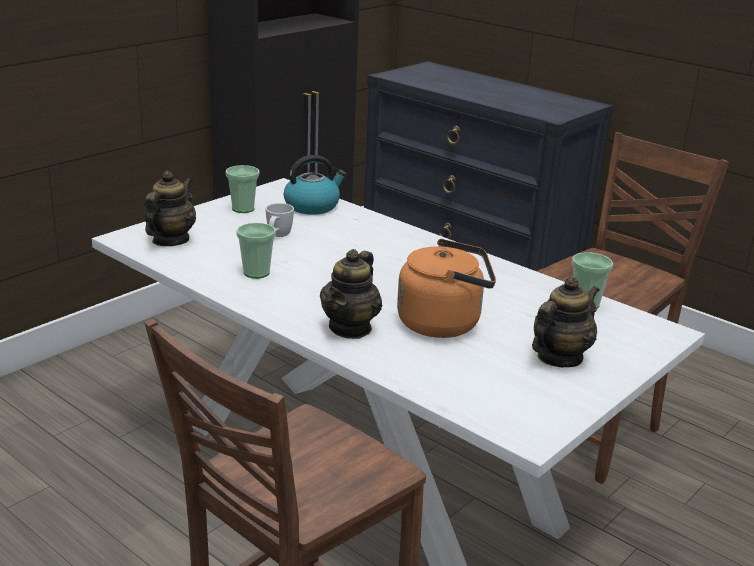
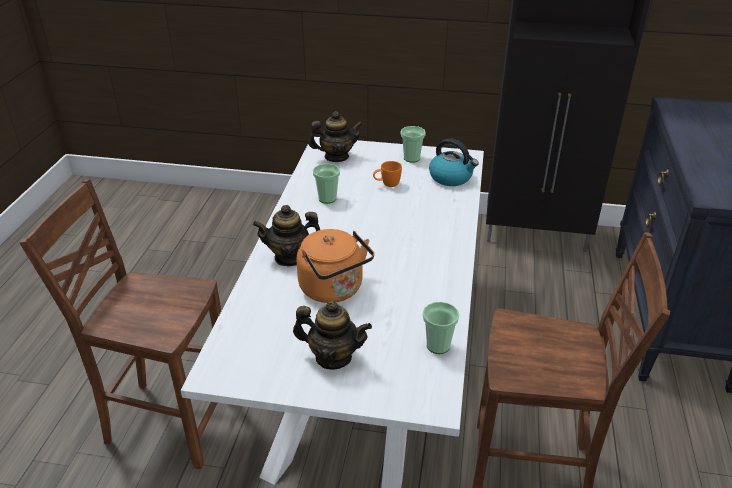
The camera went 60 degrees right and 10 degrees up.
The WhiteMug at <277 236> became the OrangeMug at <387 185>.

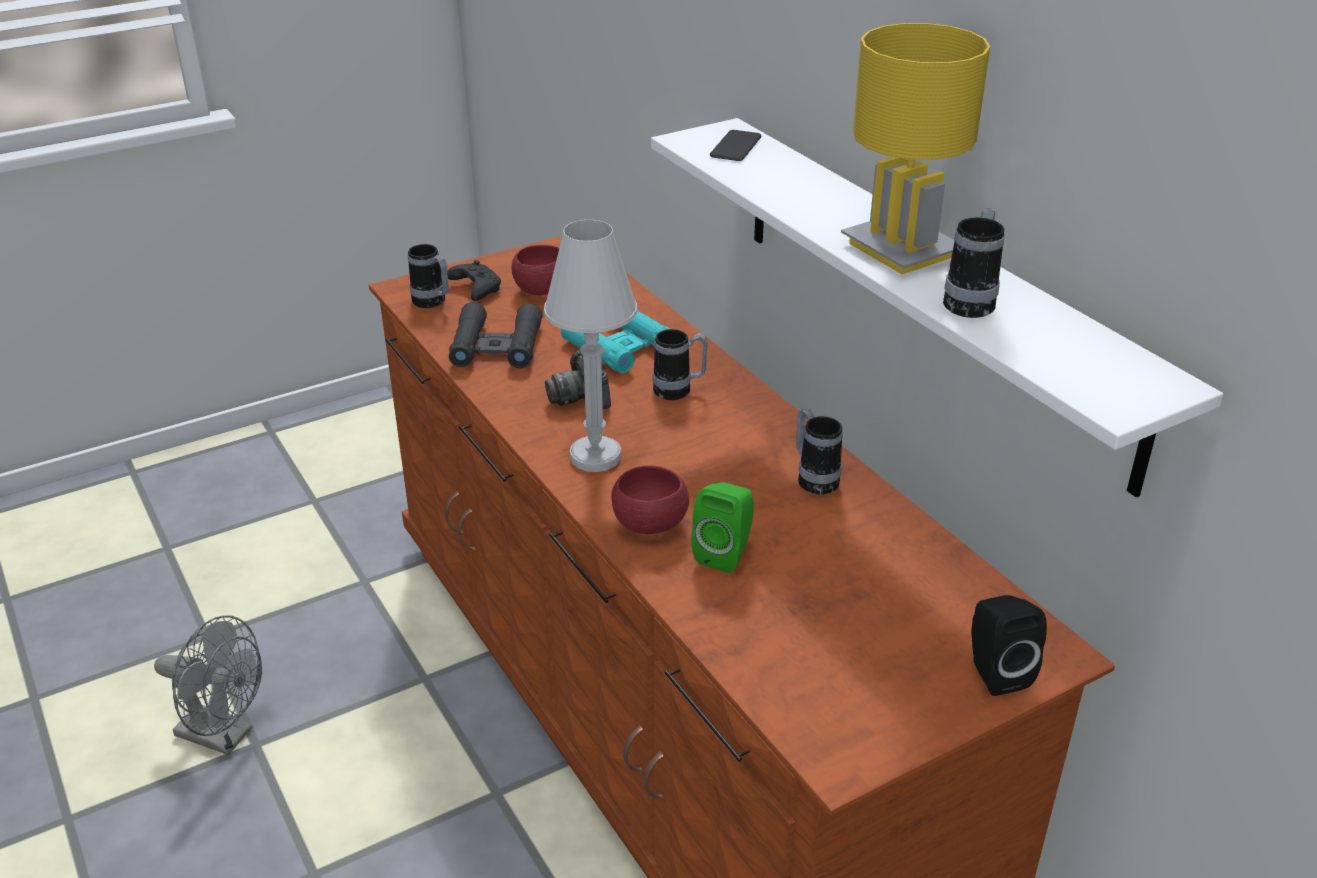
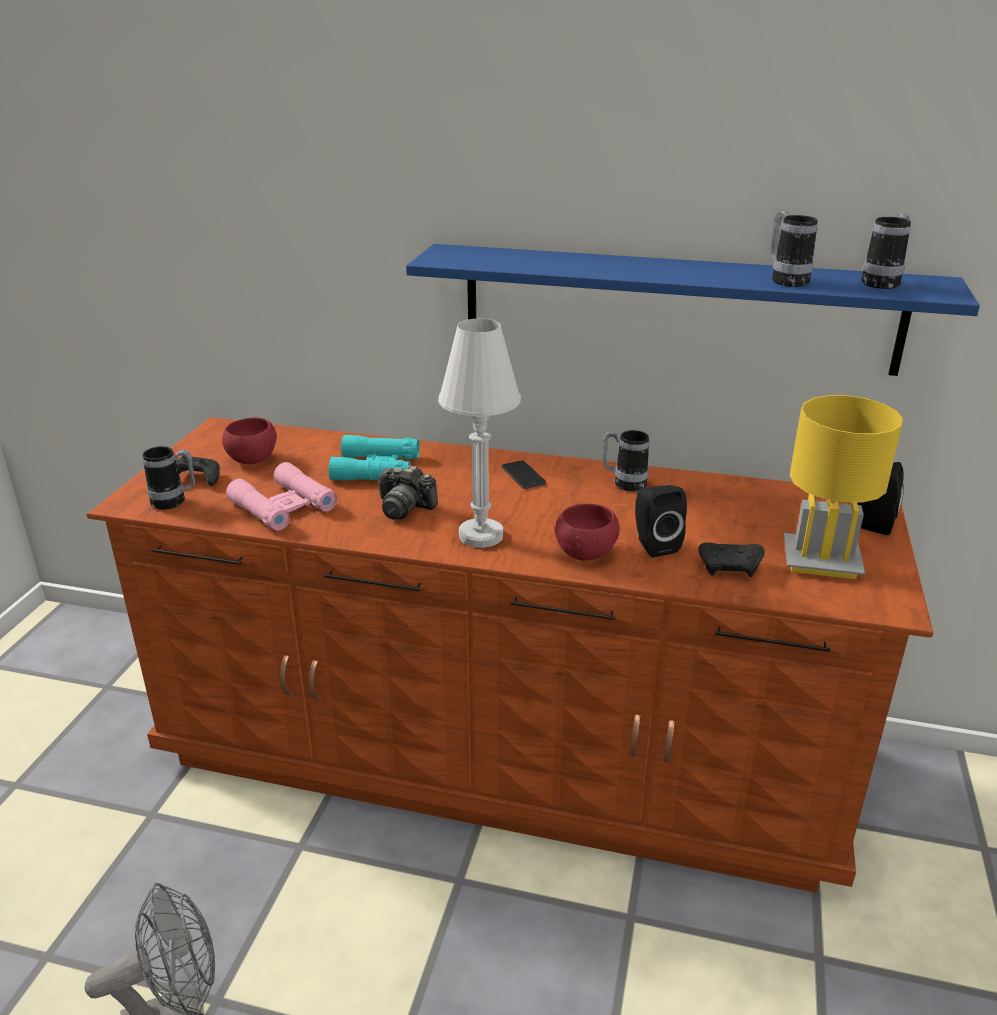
The camera went 45 degrees left and 5 degrees down.
The BlackBinoculars at <496 346> became the PinkBinoculars at <283 506>.
The WhiteShelf at <926 289> became the BlueShelf at <677 308>.
The Phone moved from <735 147> to <523 475>.
The GreenSpeaker at <725 553> became the BlackSpeaker at <653 544>.
The BlackGameController at <731 567> appeared.
The YellowTableLamp moved from <901 250> to <821 561>.
The Mug moved from <679 391> to <883 282>.

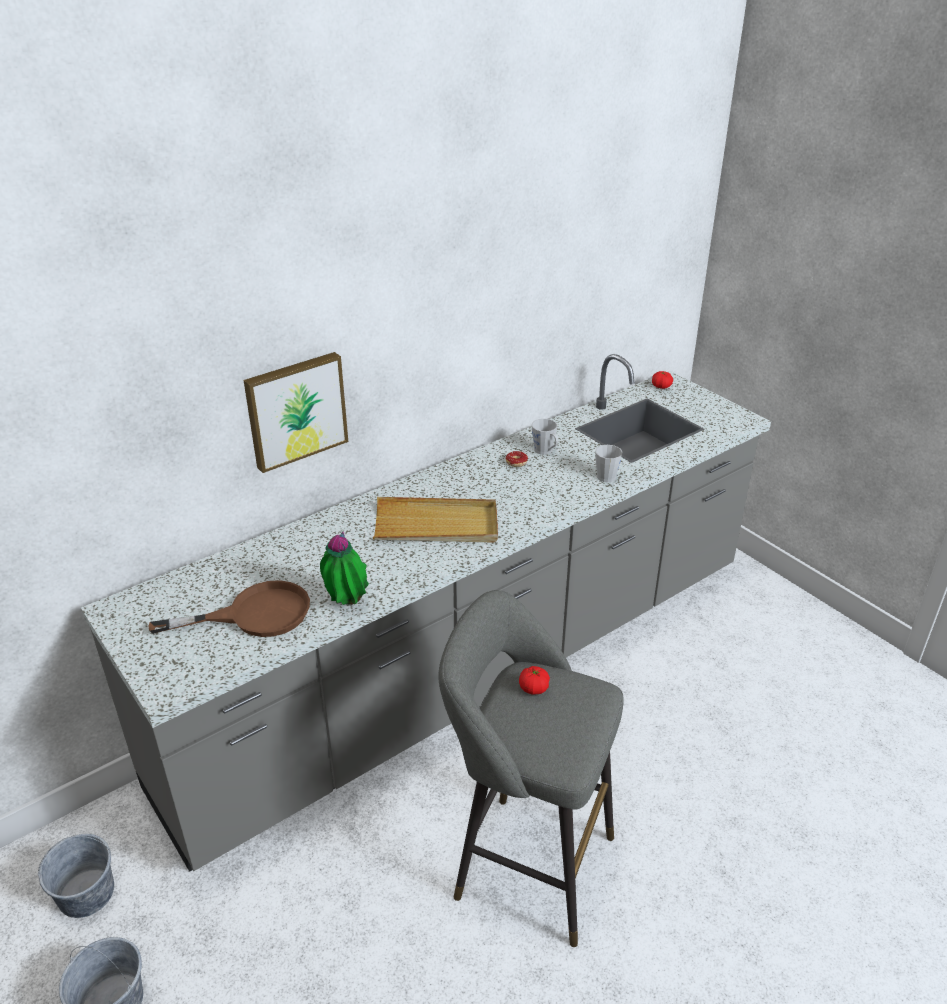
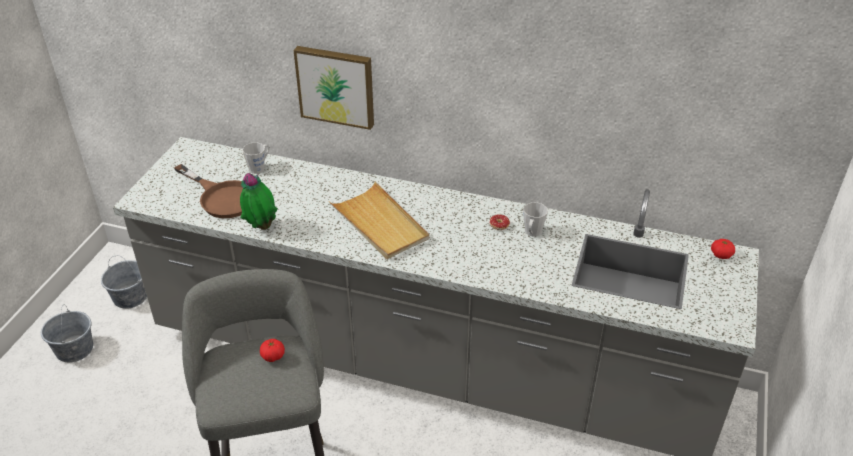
The camera went 55 degrees right and 5 degrees up.
The GreyMug moved from <605 474> to <259 167>.

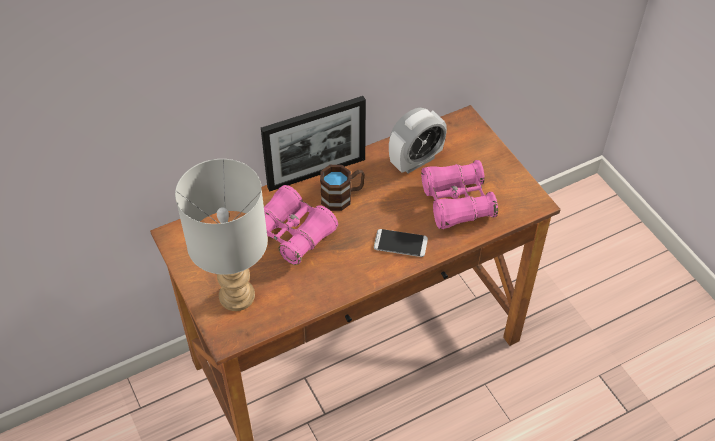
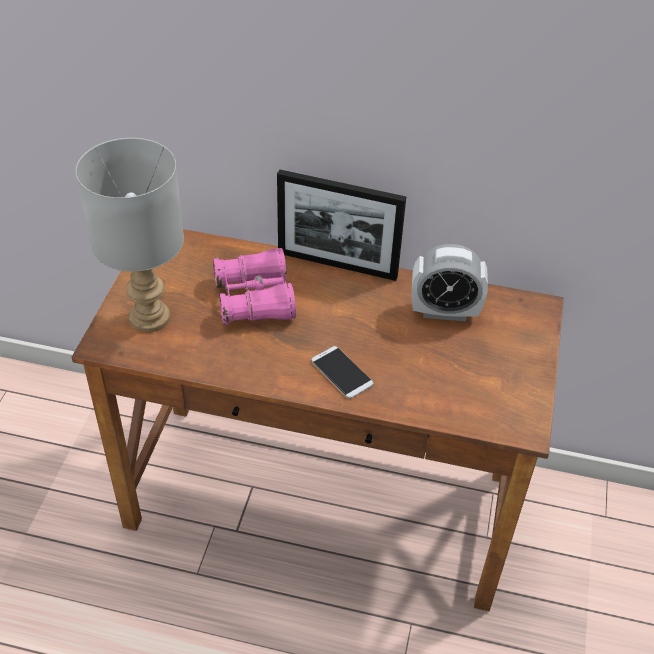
The camera went 40 degrees right and 5 degrees down.
The BrownMug at <342 197> disappeared.
The PinkBinoculars at <457 202> disappeared.

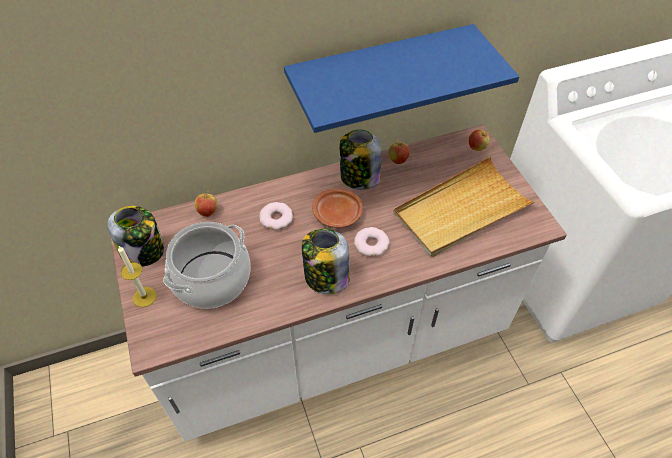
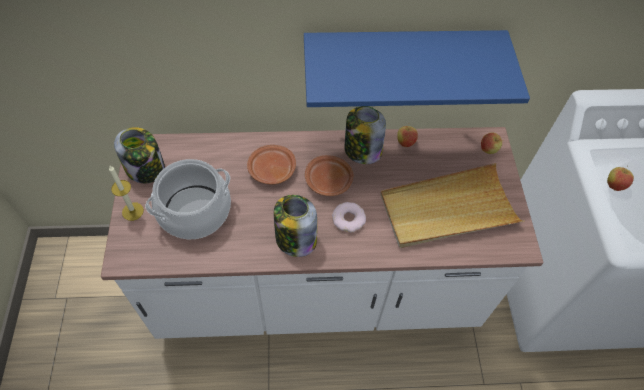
The camera went 15 degrees right and 5 degrees up.
The Donut at <276 218> was replaced by the BrownPlate at <271 170>.
The Apple moved from <208 212> to <614 185>.

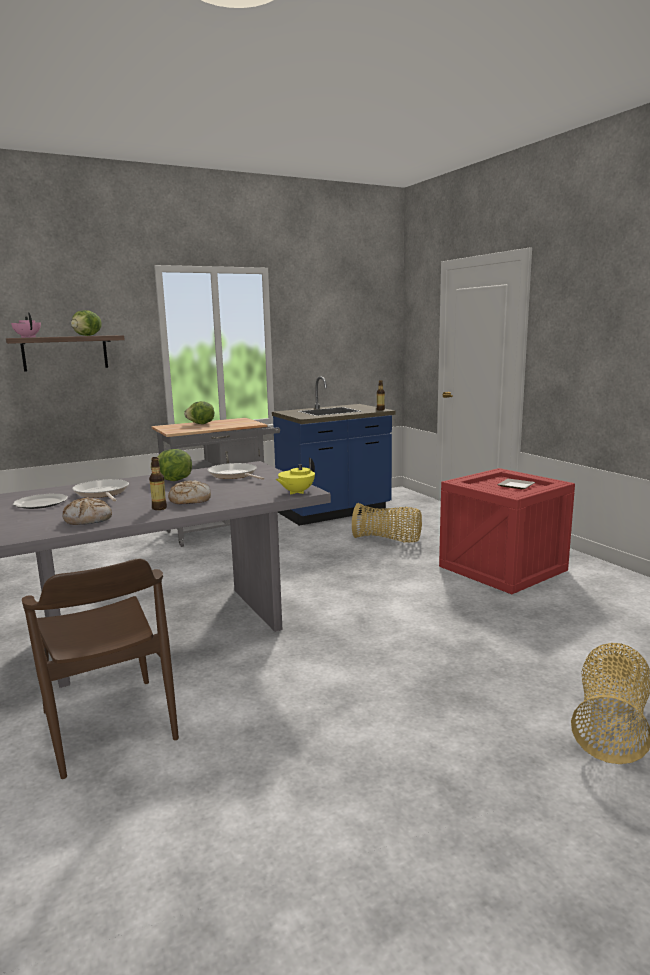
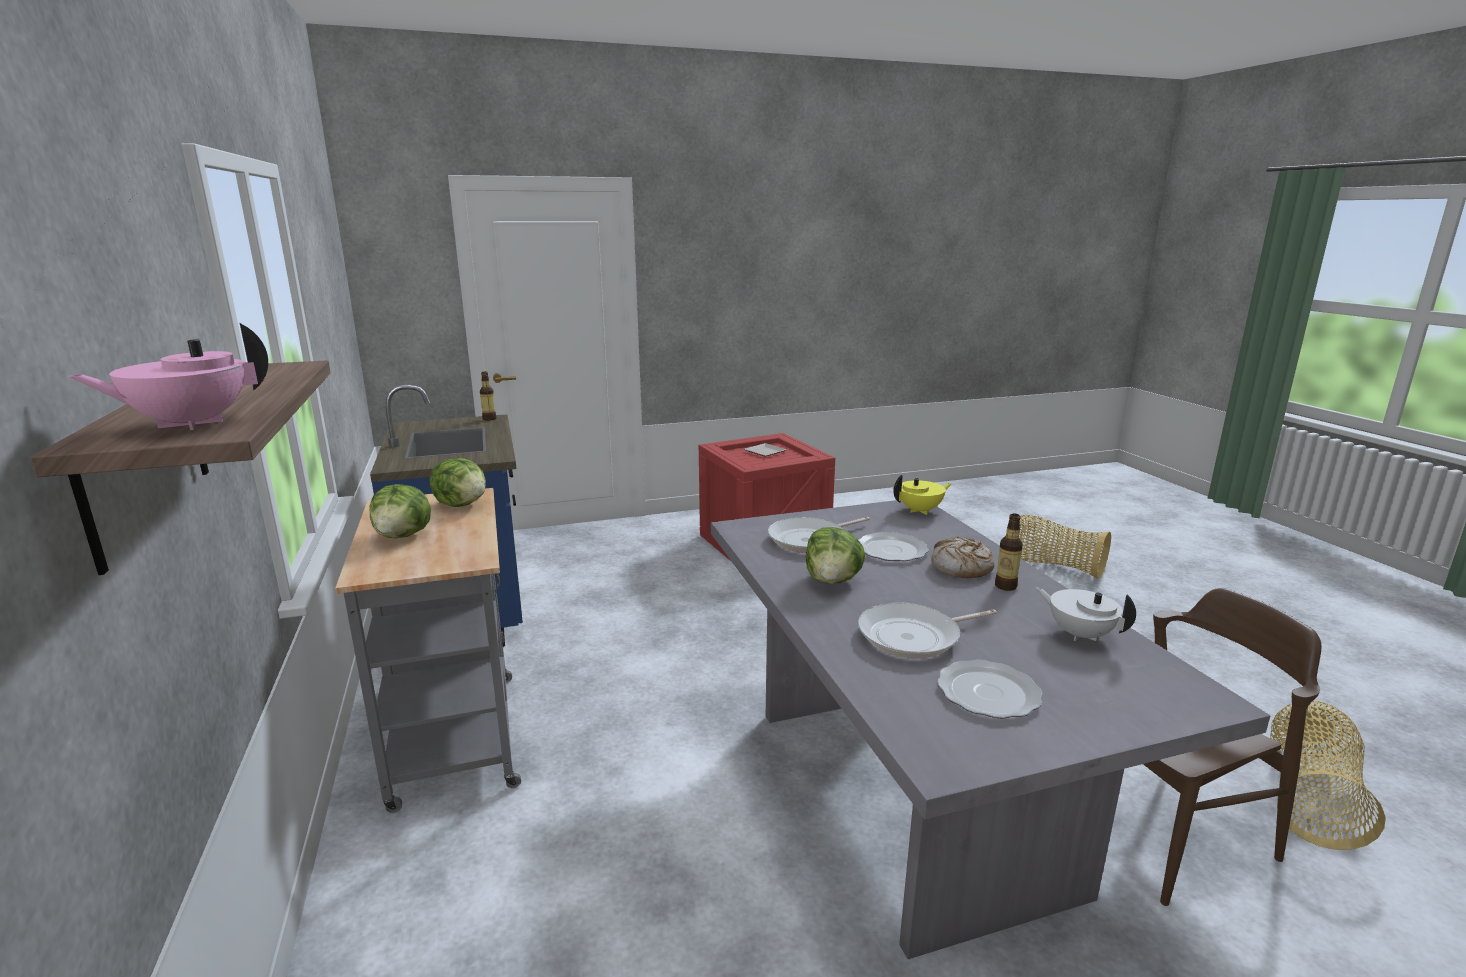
The camera went 80 degrees left and 5 degrees up.
The Lettuce moved from <87 336> to <462 504>.
The Plate at <893 550> appeared.
The YellowTeapot at <296 492> turned 75 degrees counterclockwise.
The Bread at <88 520> was replaced by the WhiteTeapot at <1079 634>.
The Basket moved from <388 540> to <1310 798>.

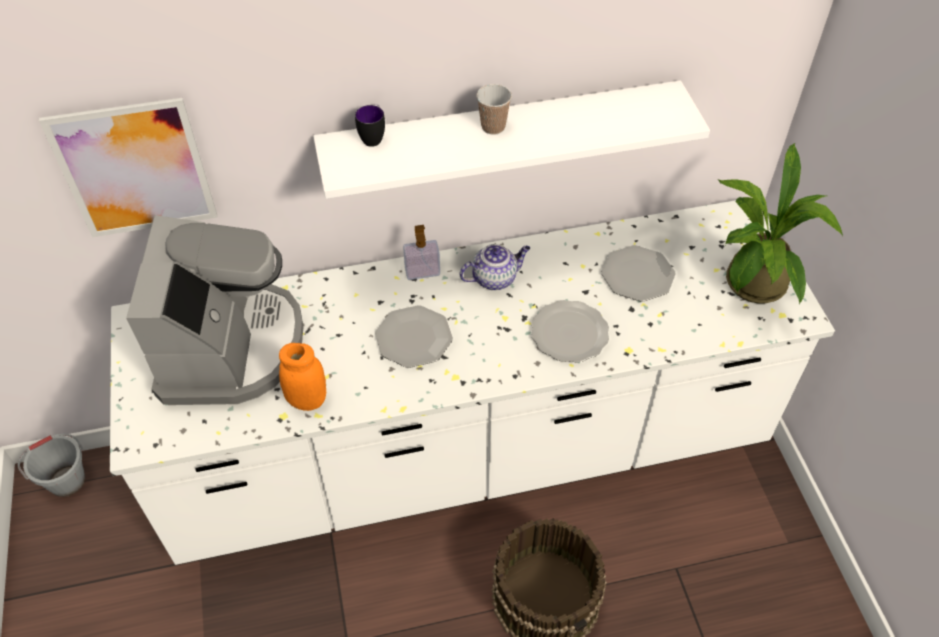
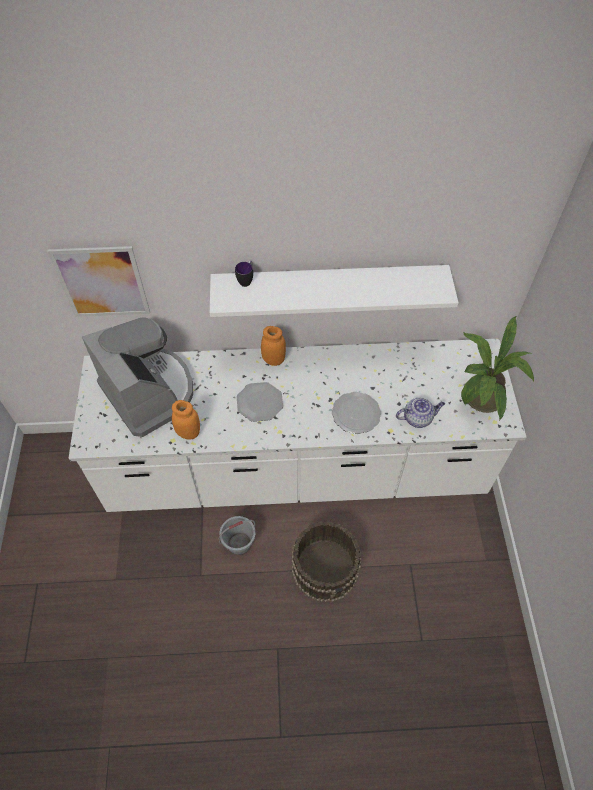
The camera went 10 degrees right and 5 degrees up.
The CoffeeMachine at <231 347> turned 45 degrees counterclockwise.
The GreyBucket moved from <67 481> to <239 544>.
The SoapDispenser at <422 271> was replaced by the OrangeJar at <273 360>.
The Teapot moved from <495 278> to <418 418>.
The Cup at <493 127> disappeared.
The Plate at <637 275> disappeared.

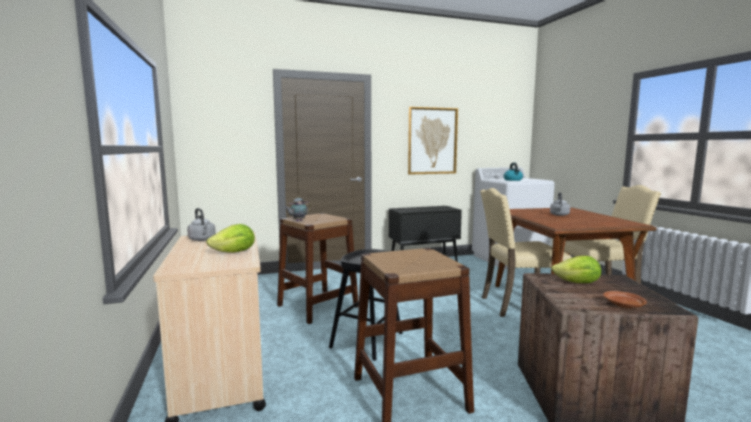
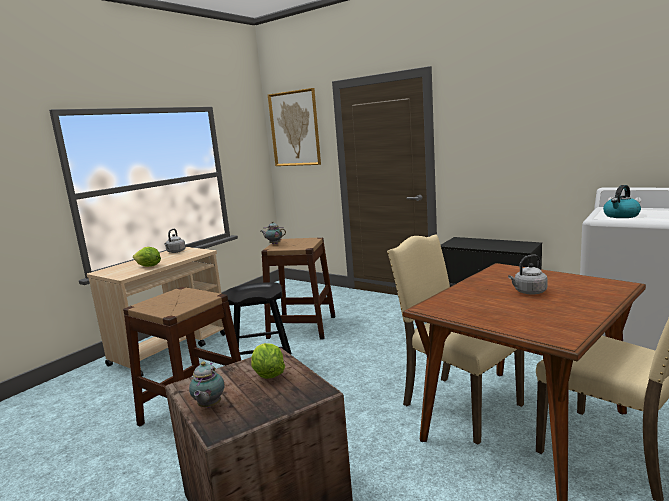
The camera went 55 degrees right and 5 degrees up.
The BrownPlate at <623 305> was replaced by the Teapot at <209 406>.
The Picture moved from <432 141> to <295 128>.

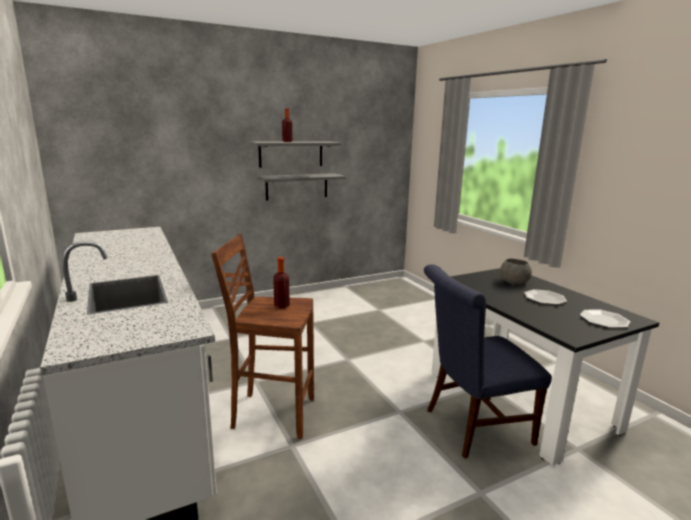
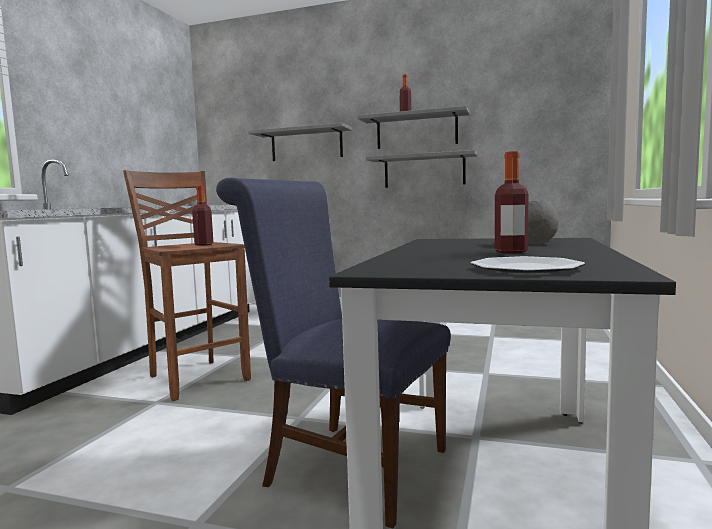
The camera went 45 degrees right and 10 degrees down.
The GreyShelf at <306 144> appeared.
The Plate at <544 298> was replaced by the Bottle at <511 252>.

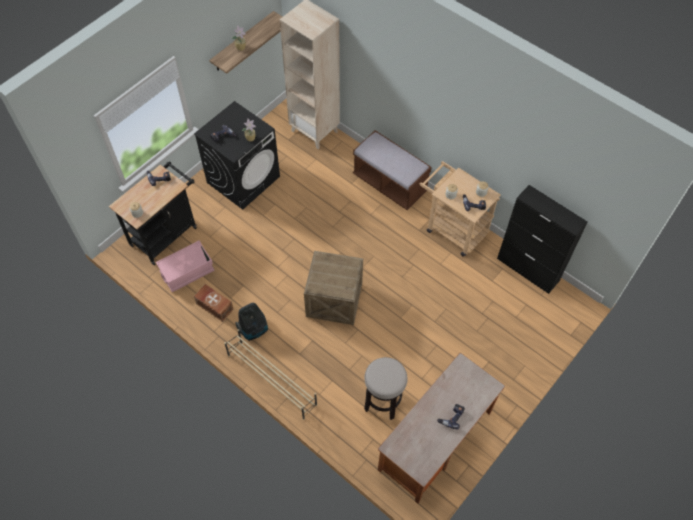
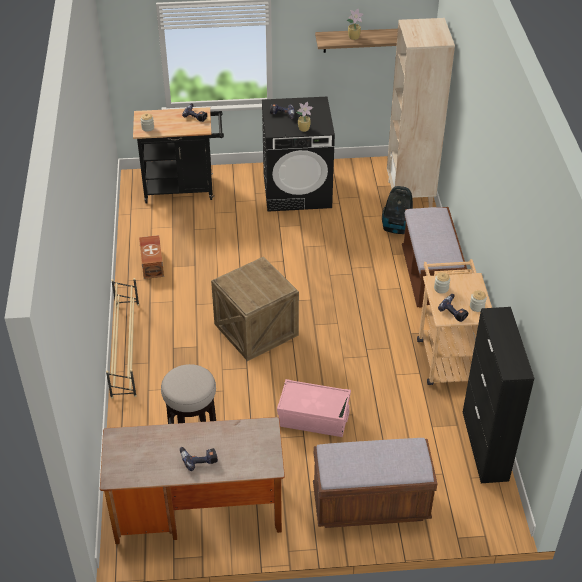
The camera went 45 degrees right and 15 degrees down.
The PinkStorageBox moved from <187 272> to <313 418>.
The BrownBench at <371 504> appeared.
The VacuumCleaner moved from <254 330> to <397 228>.

